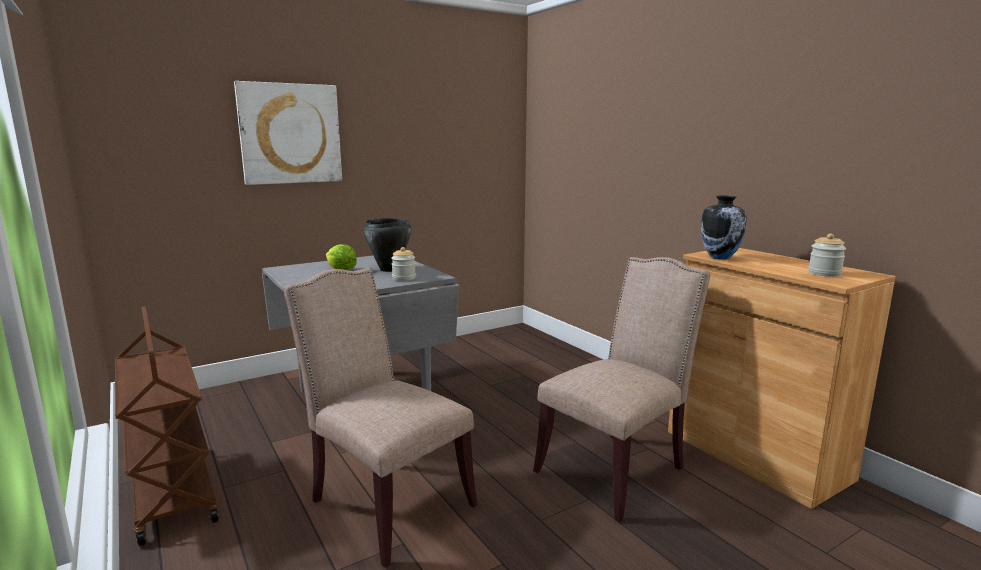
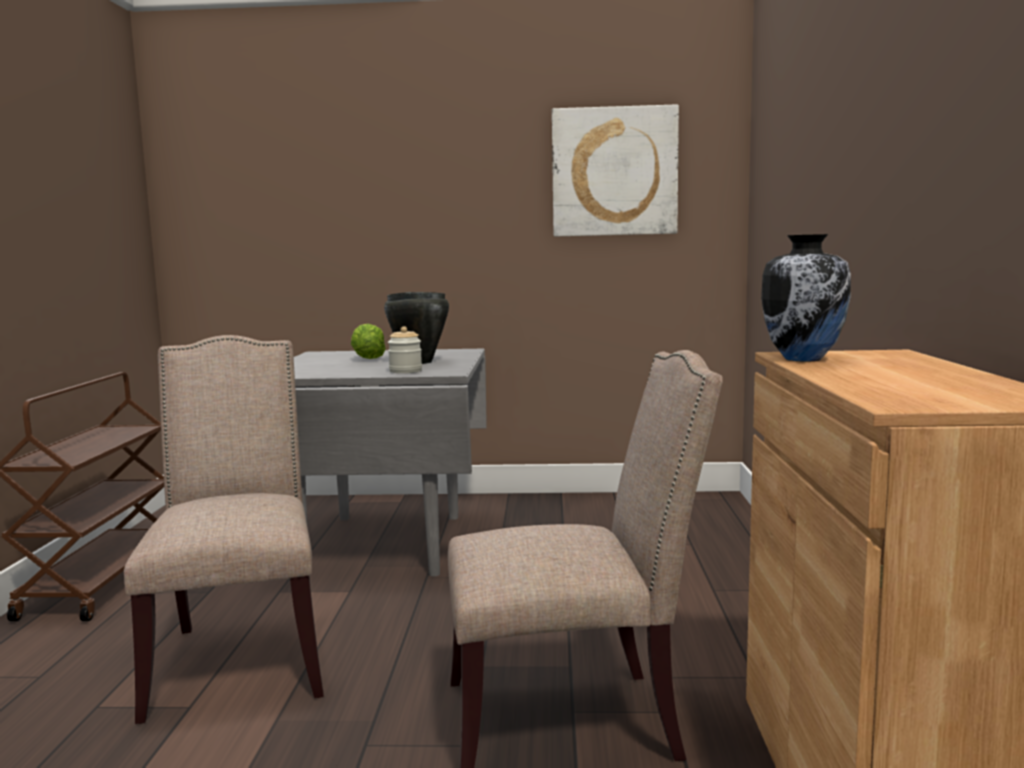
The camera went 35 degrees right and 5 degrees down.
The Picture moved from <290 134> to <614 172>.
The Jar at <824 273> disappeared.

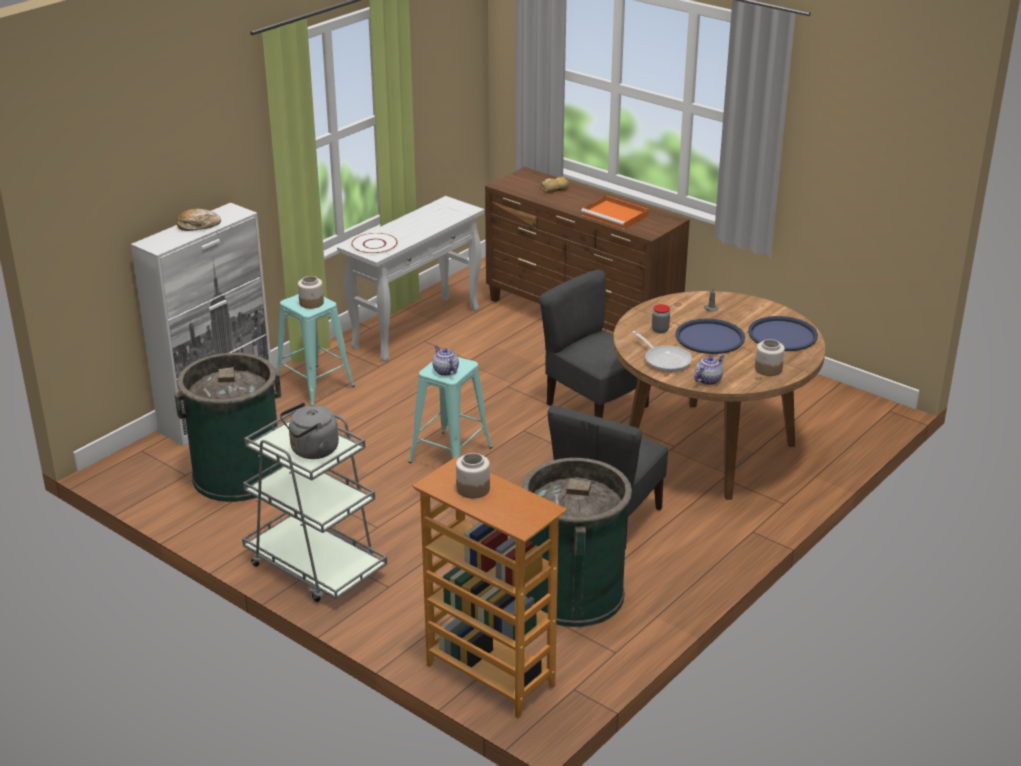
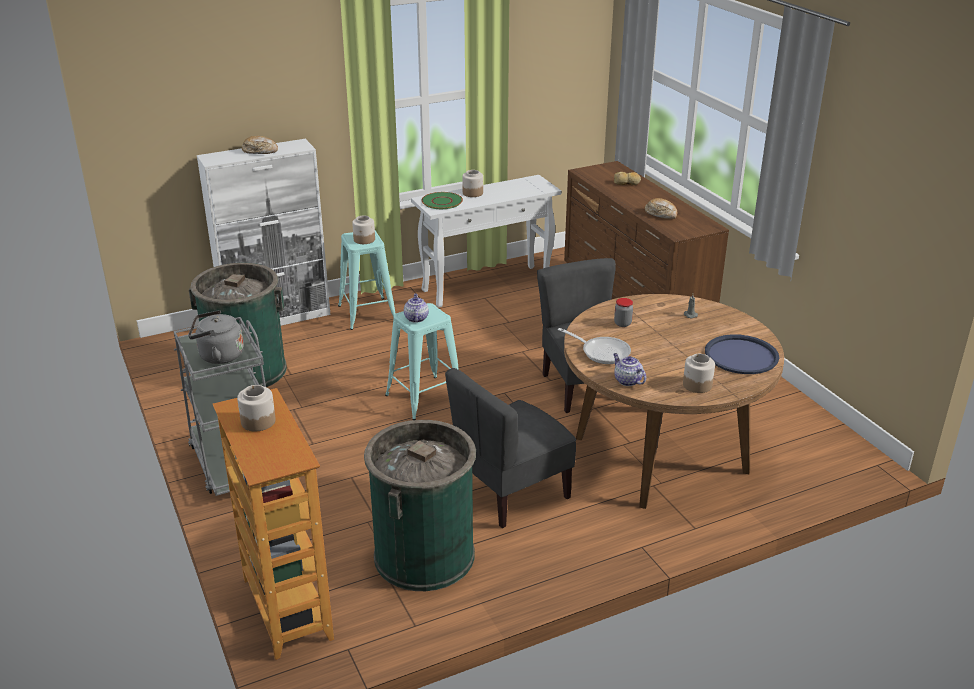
The camera went 25 degrees right and 0 degrees up.
The WhitePlate at <374 245> became the GreenPlate at <442 202>.
The Jar at <472 193> appeared.
The FryingPan at <665 360> turned 45 degrees counterclockwise.
The Teapot at <708 380> turned 105 degrees counterclockwise.
The OrangeTray at <616 215> was replaced by the Bread at <661 214>.
The BlueTray at <709 337> disappeared.

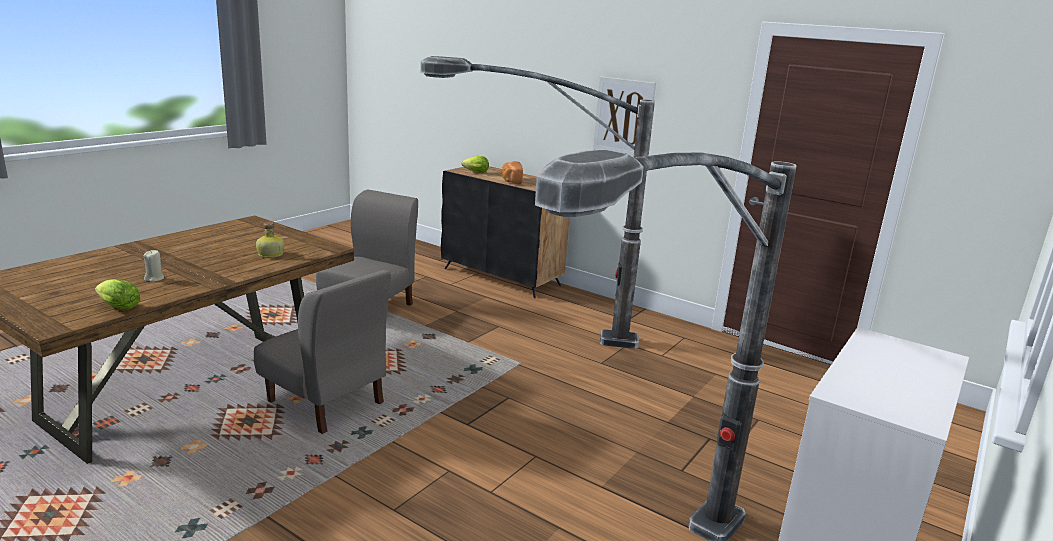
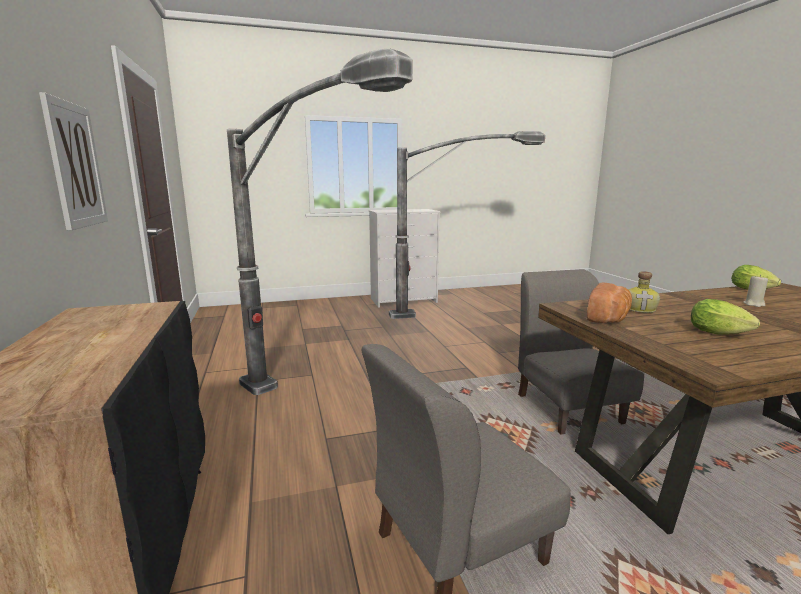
The camera went 140 degrees left and 5 degrees down.
The Bread moved from <511 181> to <609 318>.
The Lettuce moved from <474 172> to <721 334>.

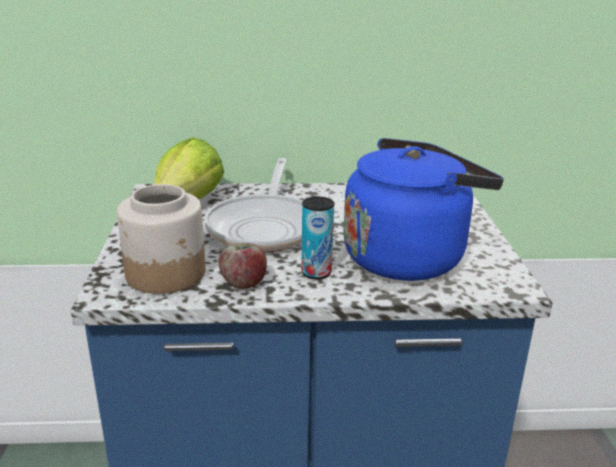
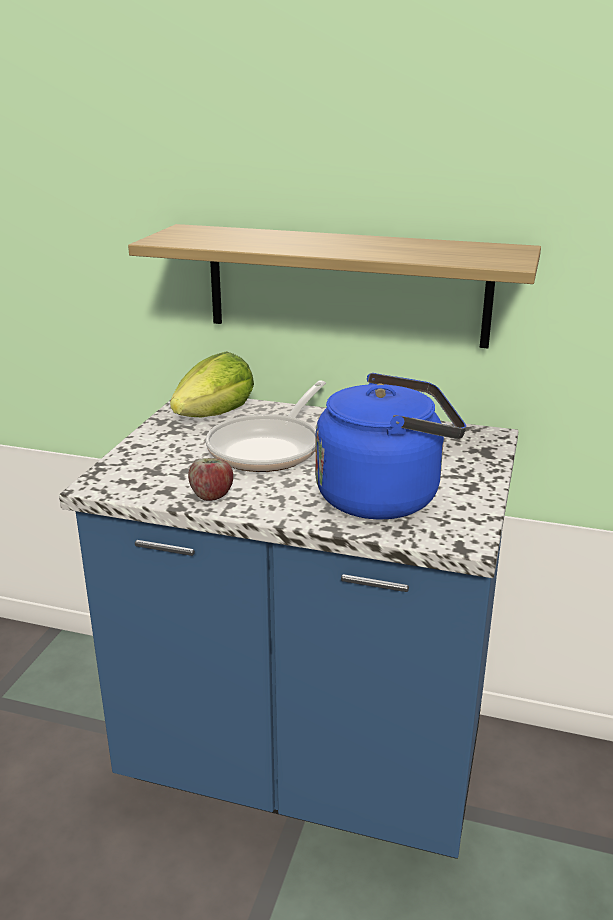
The camera went 20 degrees right and 0 degrees up.
The Shelf at <346 285> appeared.
The Jar at <167 273> disappeared.
The Can at <316 273> disappeared.

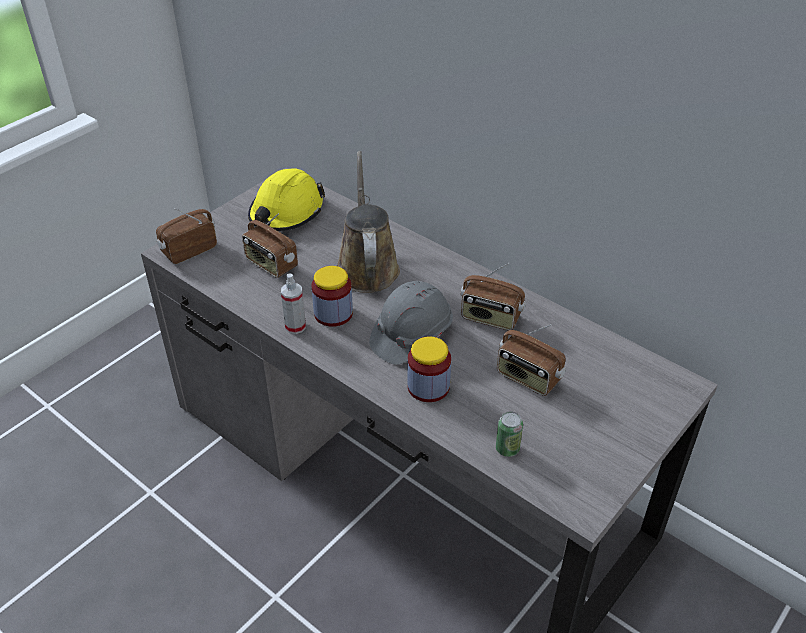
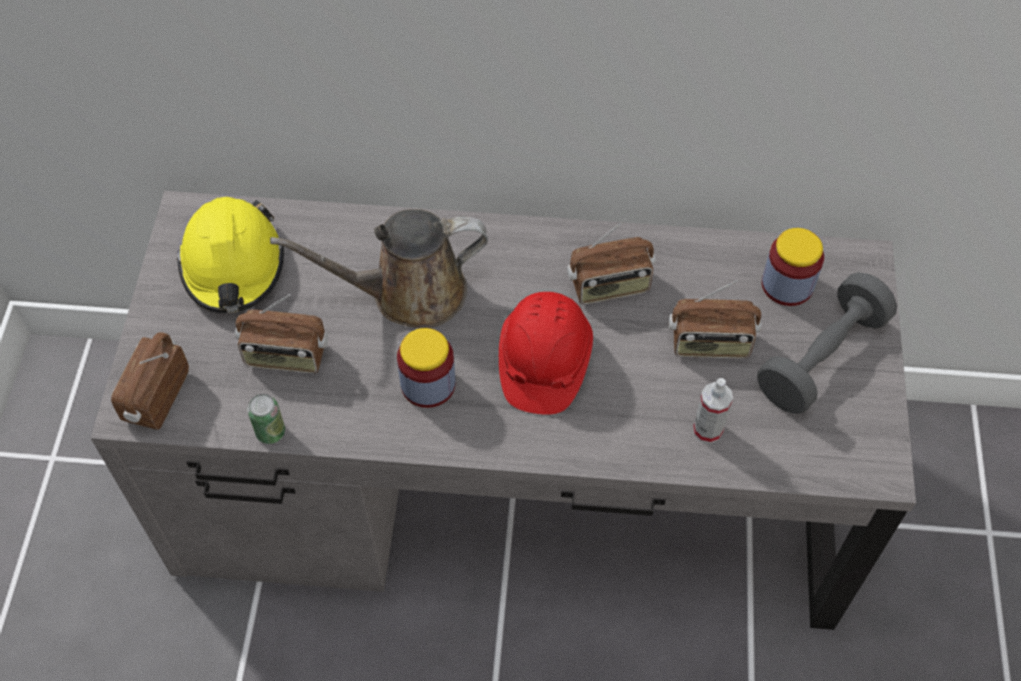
The camera went 35 degrees left and 15 degrees up.
The Can moved from <507 449> to <270 432>.
The BrownWateringCan at <366 267> turned 60 degrees counterclockwise.
The GreyHardHat at <411 336> became the RedHardHat at <543 363>.
The SprayBottle moved from <295 326> to <707 430>.
The GreyDumbbell at <821 358> appeared.
The Jar moved from <428 387> to <787 285>.

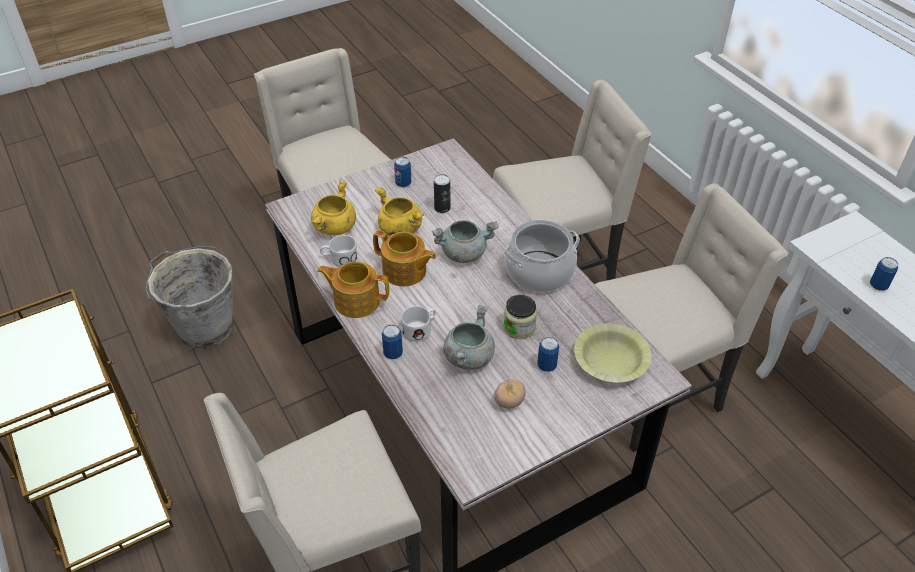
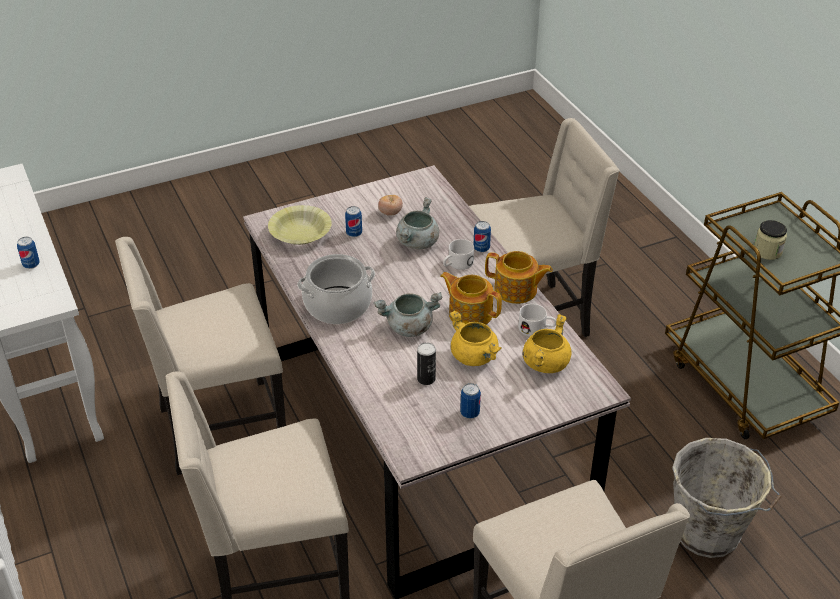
The camera went 175 degrees left and 5 degrees down.
The Jar moved from <519 328> to <767 251>.

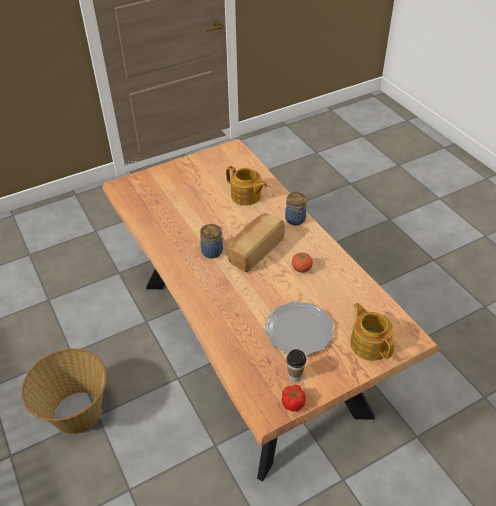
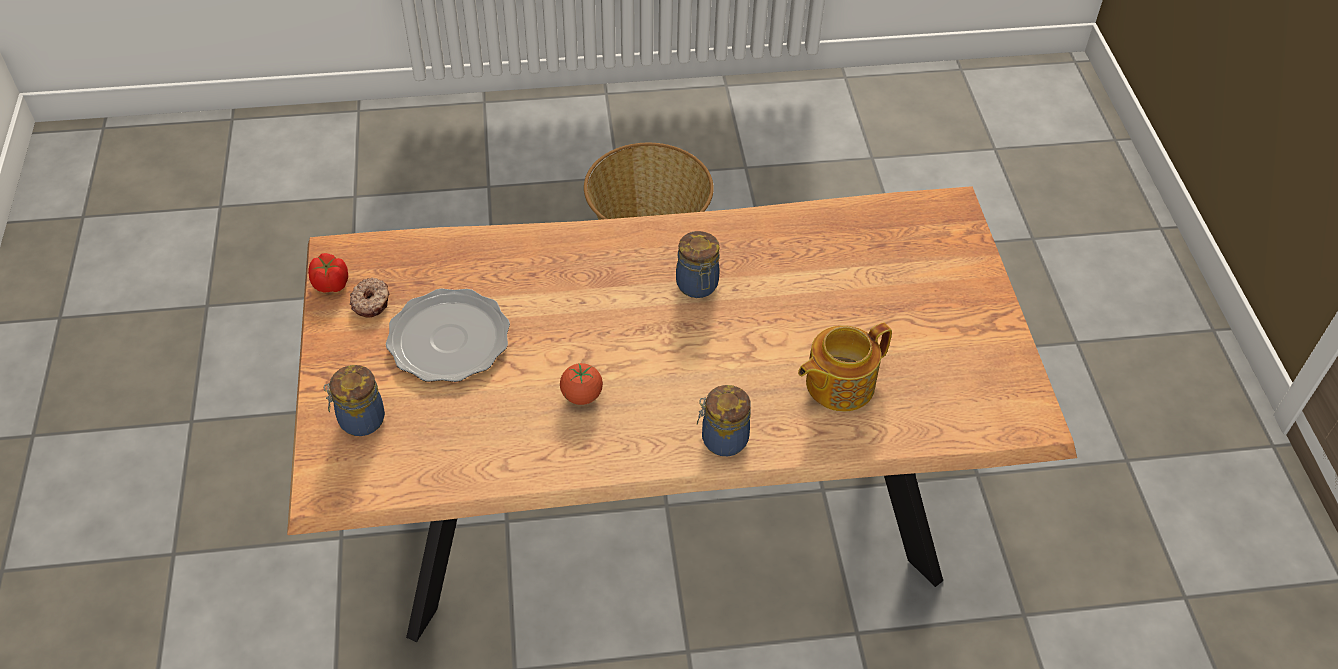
The camera went 110 degrees right and 5 degrees up.
The Teapot at <369 344> was replaced by the Jar at <359 420>.
The Cup at <295 376> was replaced by the Donut at <371 302>.
The Bread at <255 251> disappeared.

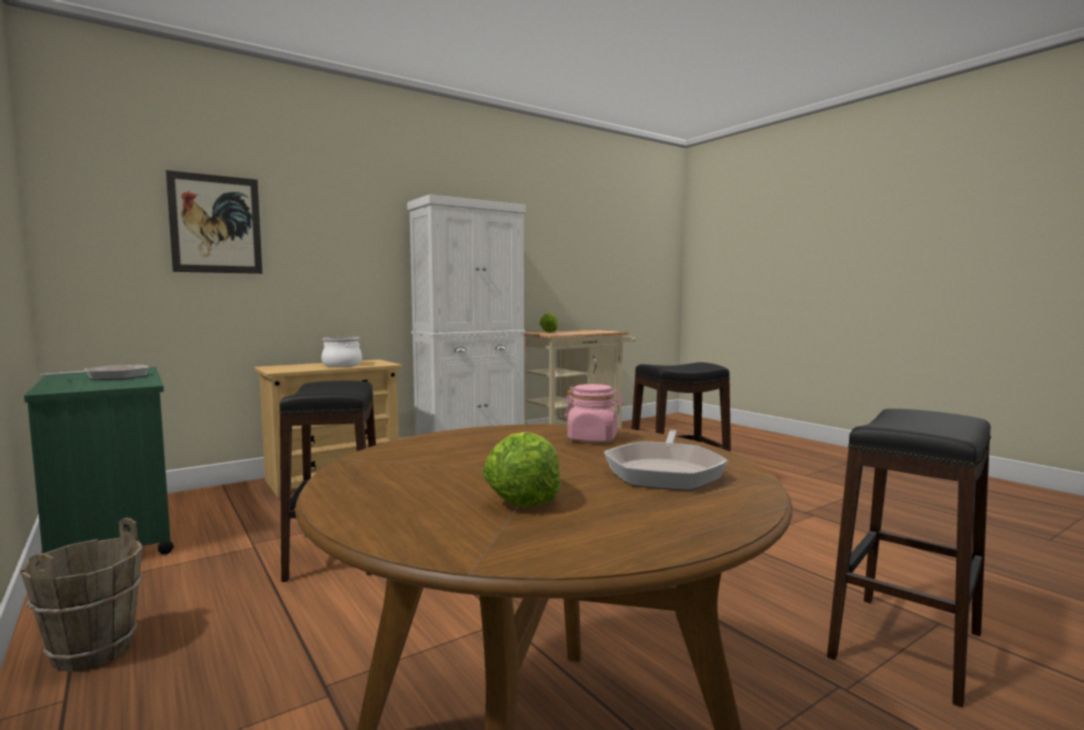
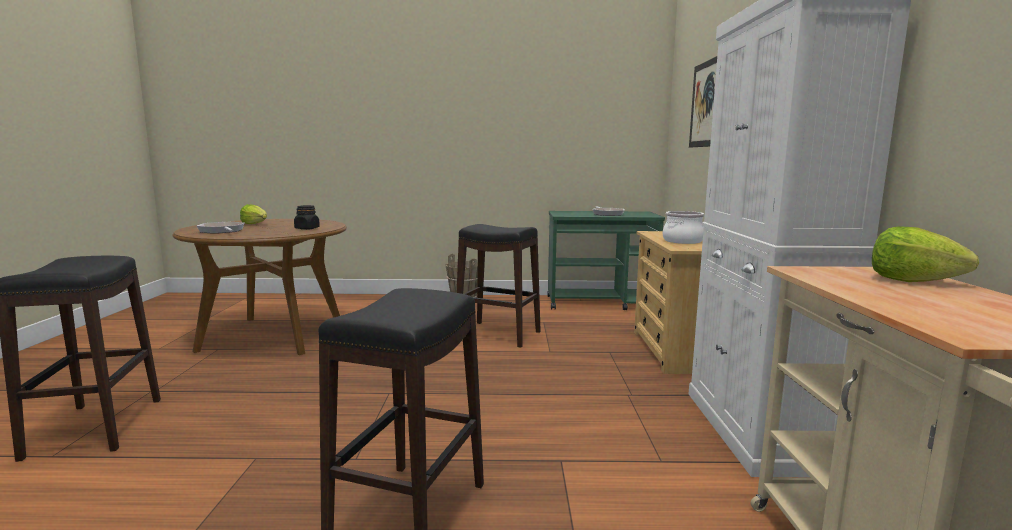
The camera went 125 degrees right and 5 degrees up.
The BlackJar at <307 228> appeared.
The PinkJar at <593 439> disappeared.

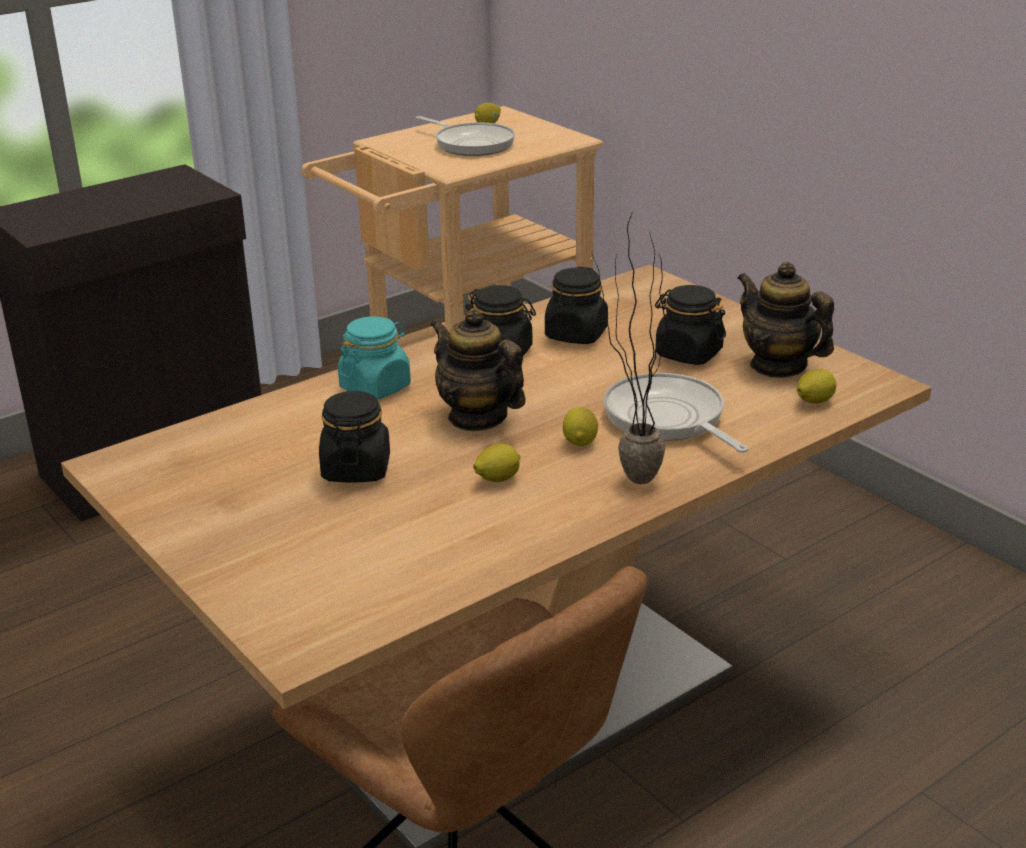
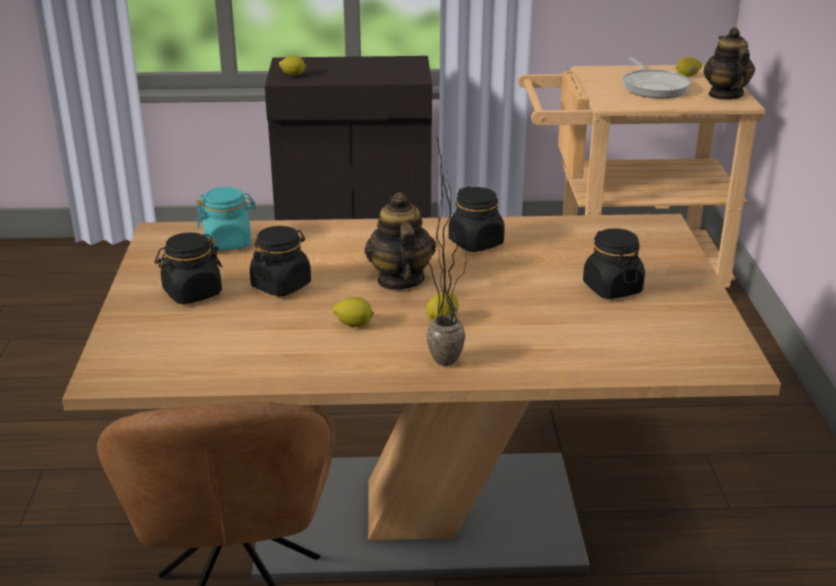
The camera went 35 degrees right and 0 degrees up.
The BlackJar moved from <576 334> to <192 293>.
The TurquoiseJar moved from <375 387> to <228 242>.
The Lemon moved from <814 401> to <293 75>.
The Teapot moved from <778 366> to <725 95>.
The FryingPan at <668 419> disappeared.

